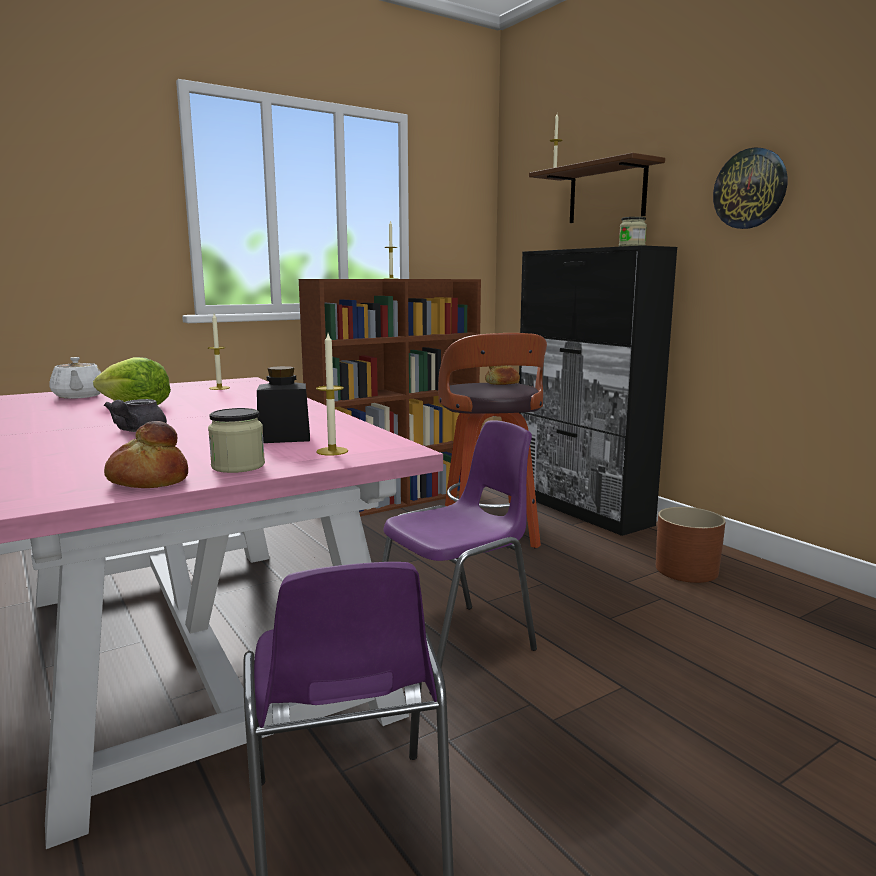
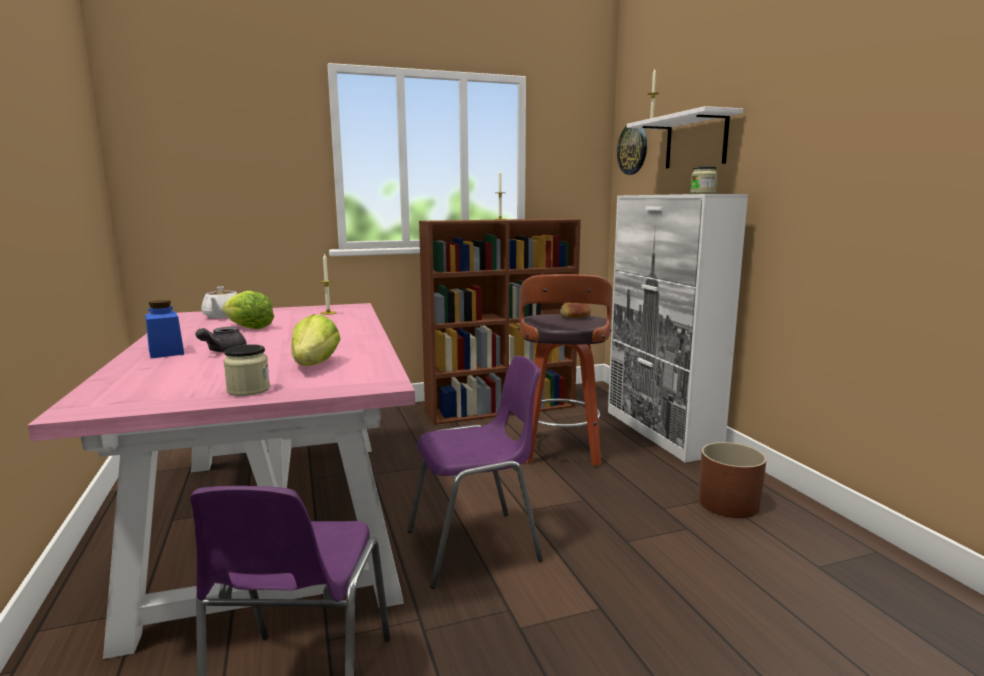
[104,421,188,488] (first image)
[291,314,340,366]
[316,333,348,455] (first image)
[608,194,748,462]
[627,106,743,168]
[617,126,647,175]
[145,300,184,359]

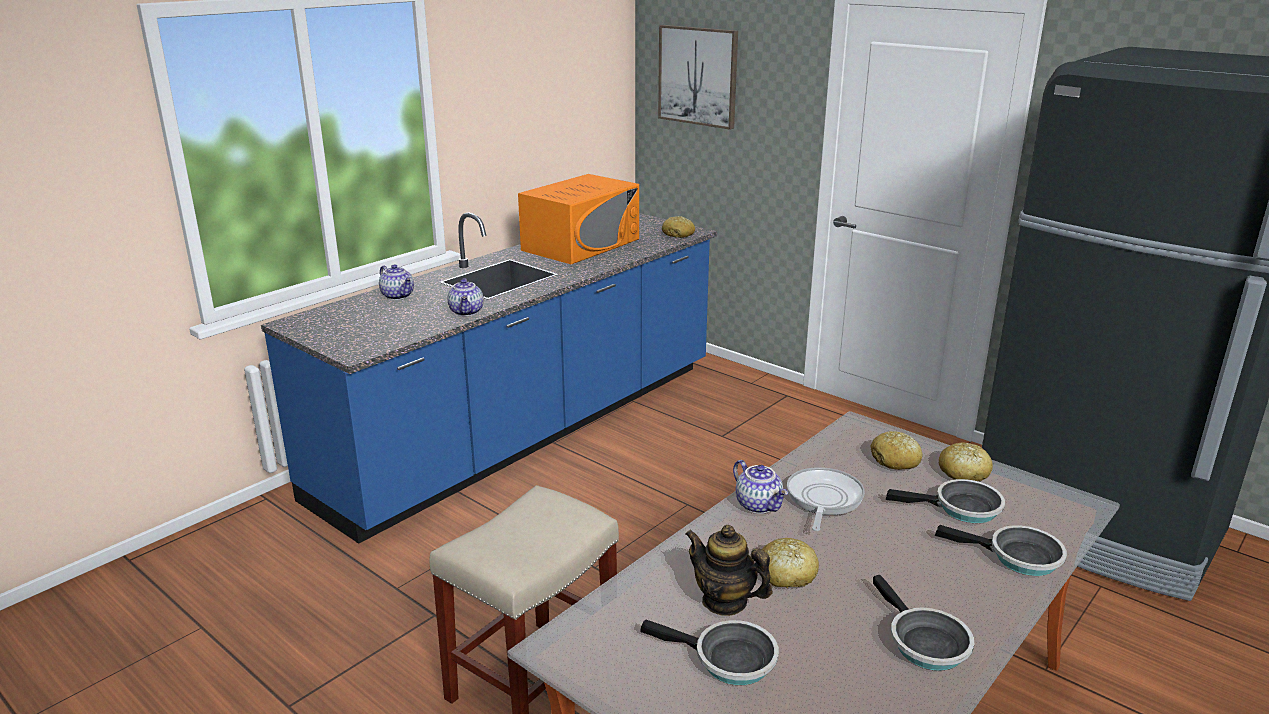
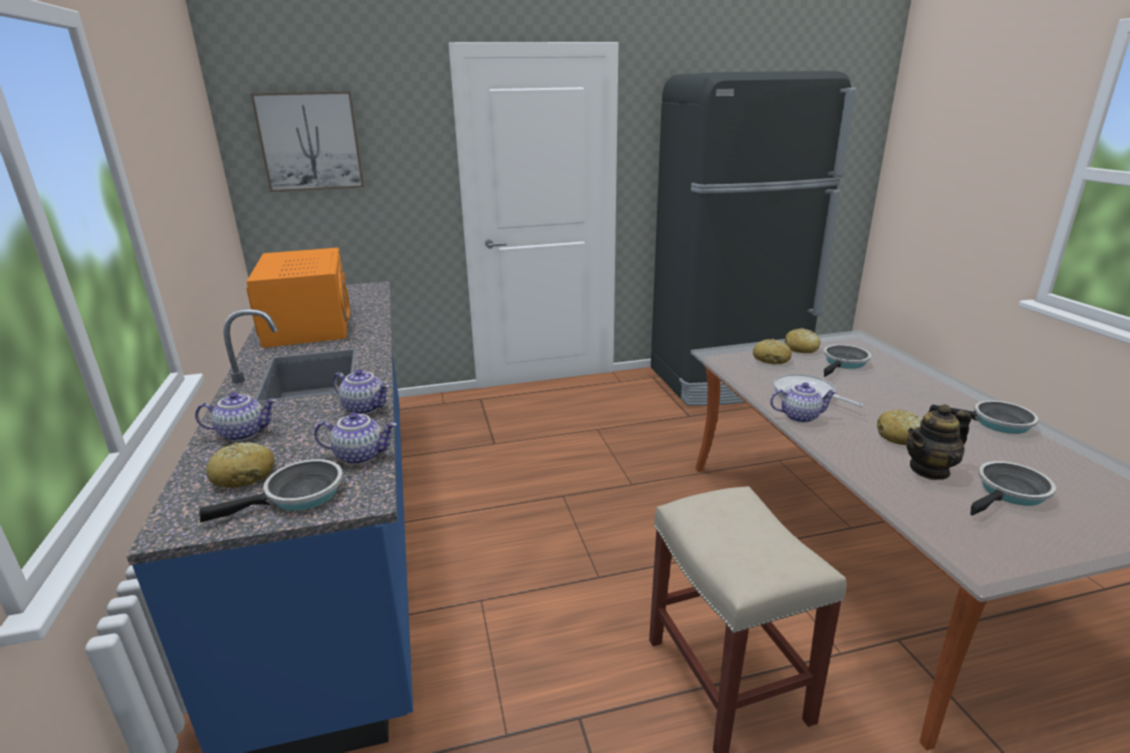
[206,442,274,488]
[199,459,343,523]
[314,412,397,465]

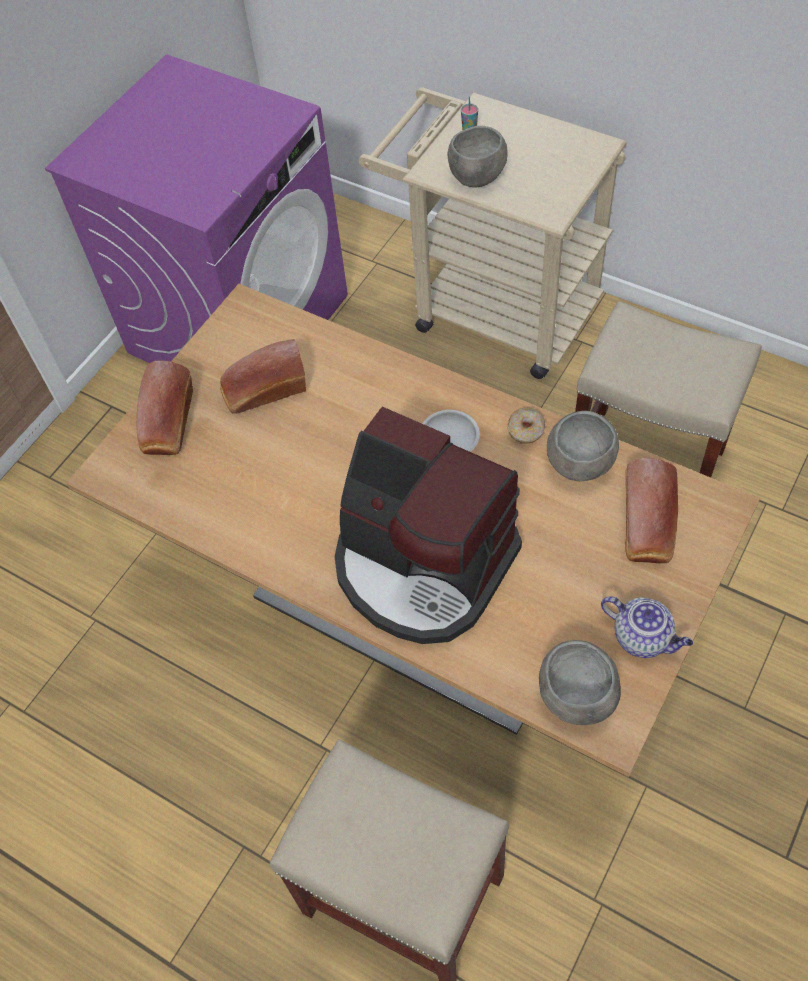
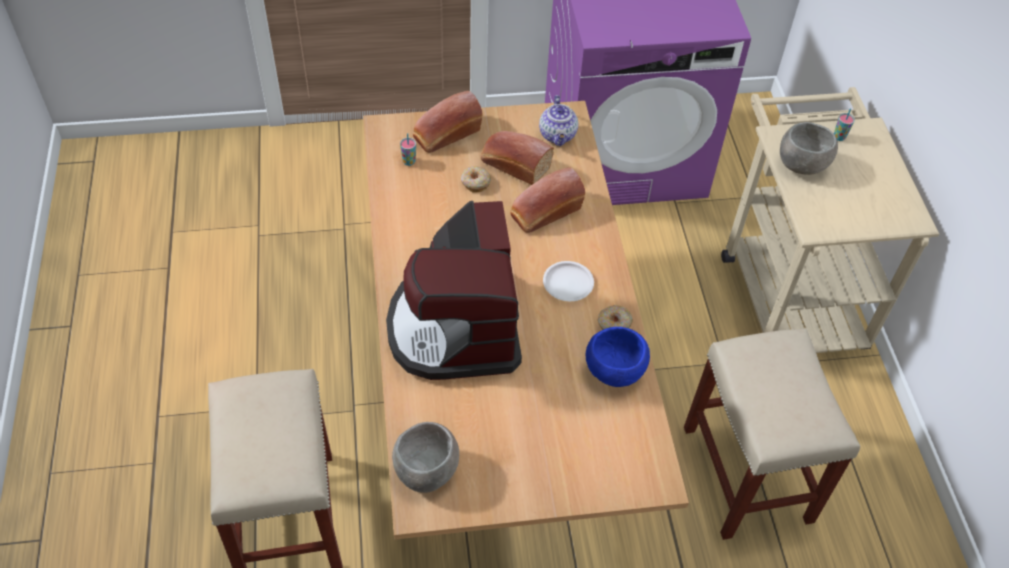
[586,327,650,387]
[539,95,578,146]
[510,167,585,233]
[400,133,416,166]
[461,166,491,192]

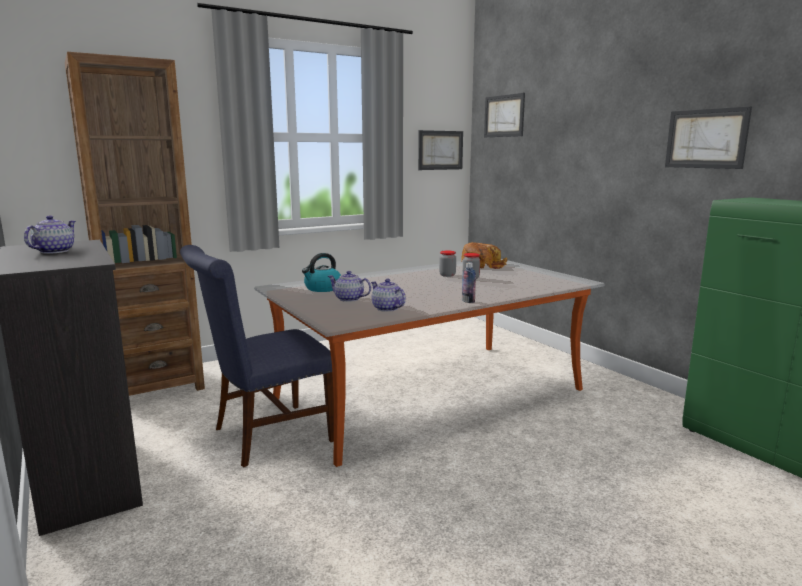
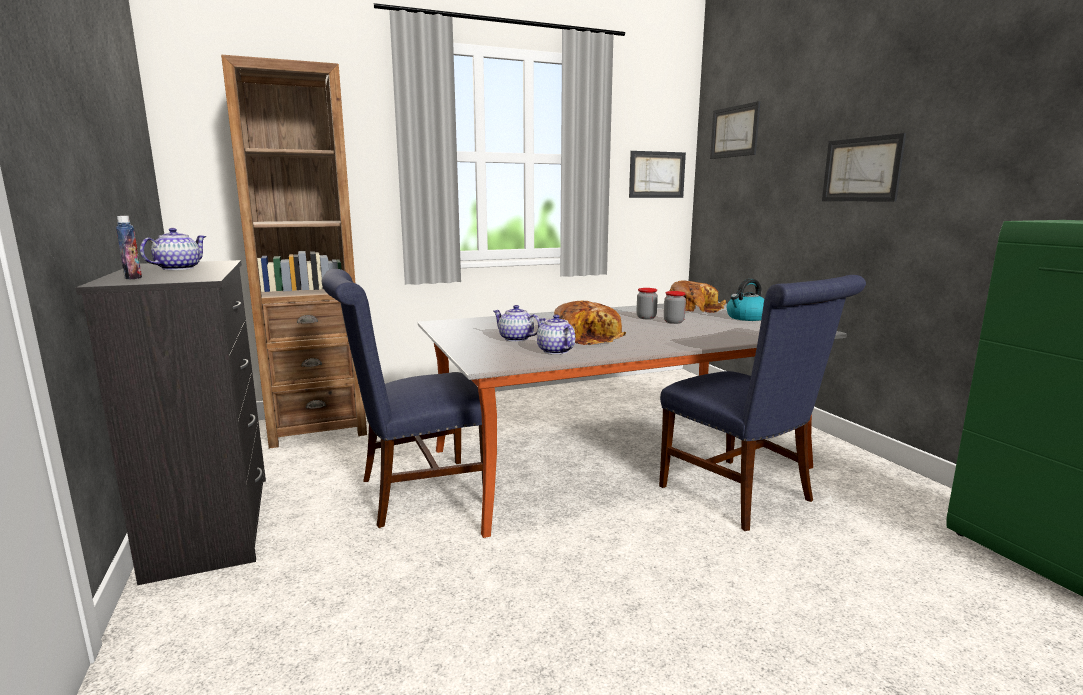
[727,279,764,321]
[116,216,142,279]
[822,133,906,202]
[554,301,626,345]
[659,275,866,531]

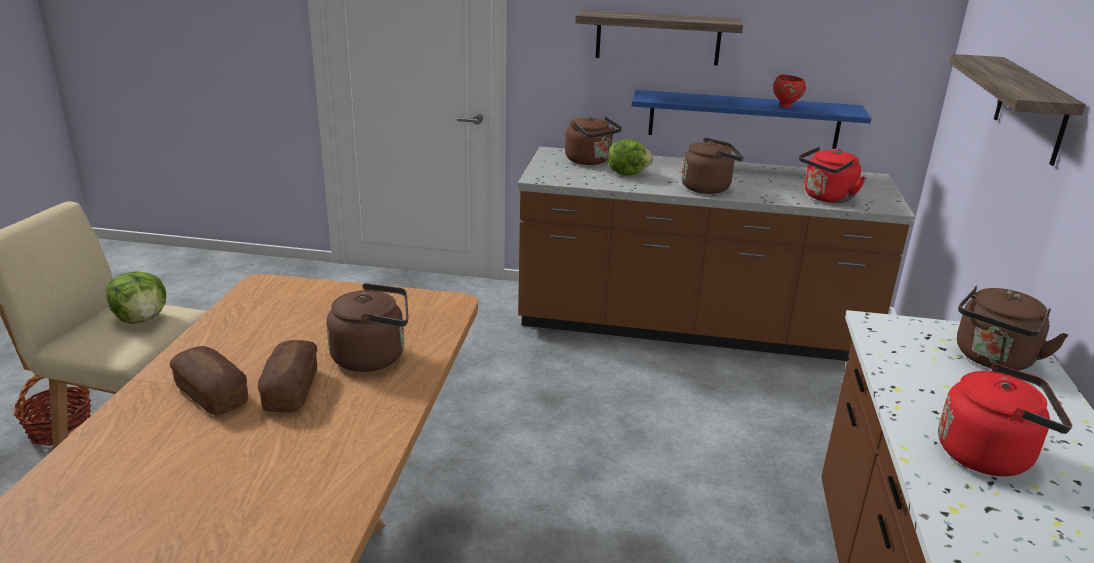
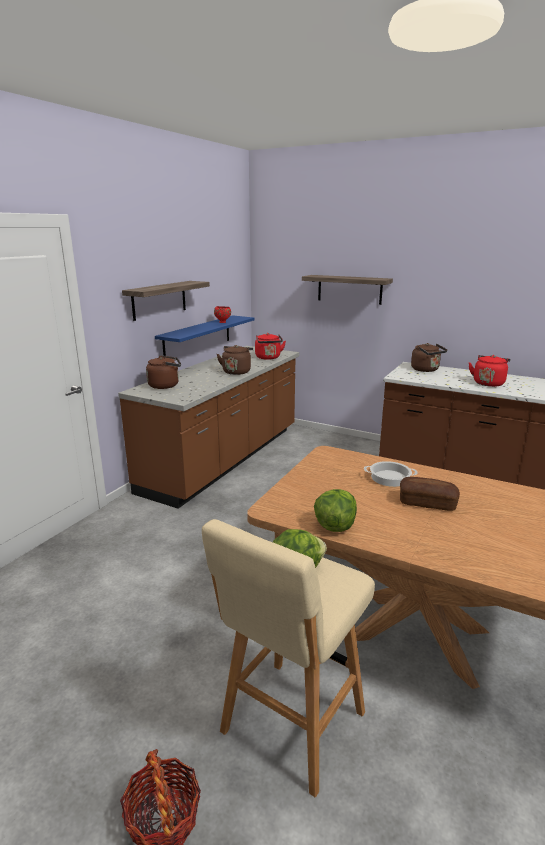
[170,346,248,416] (first image)
[364,461,418,487]
[314,489,357,532]

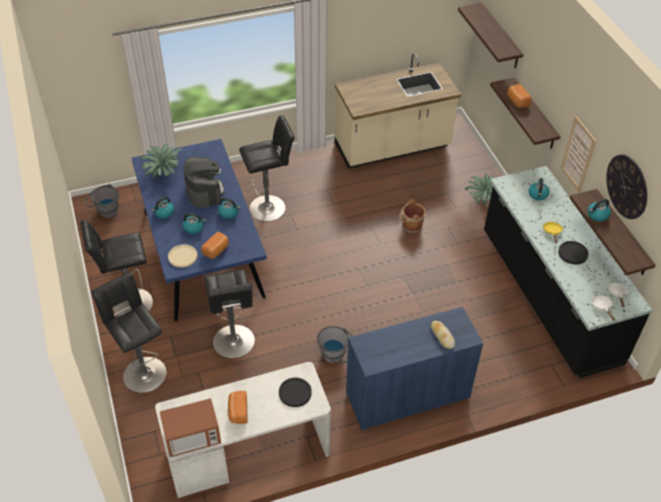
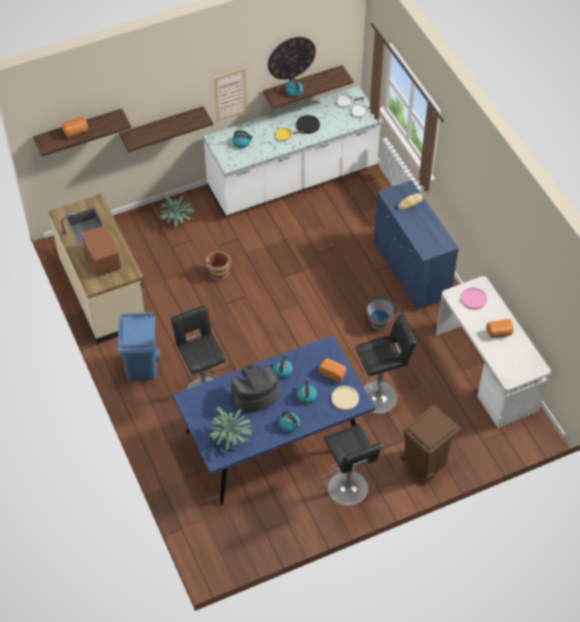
[85,184,119,218] (first image)
[400,405,461,483]
[82,225,121,277]
[461,287,487,310]
[203,86,383,216]
[62,116,88,137]
[118,312,160,381]

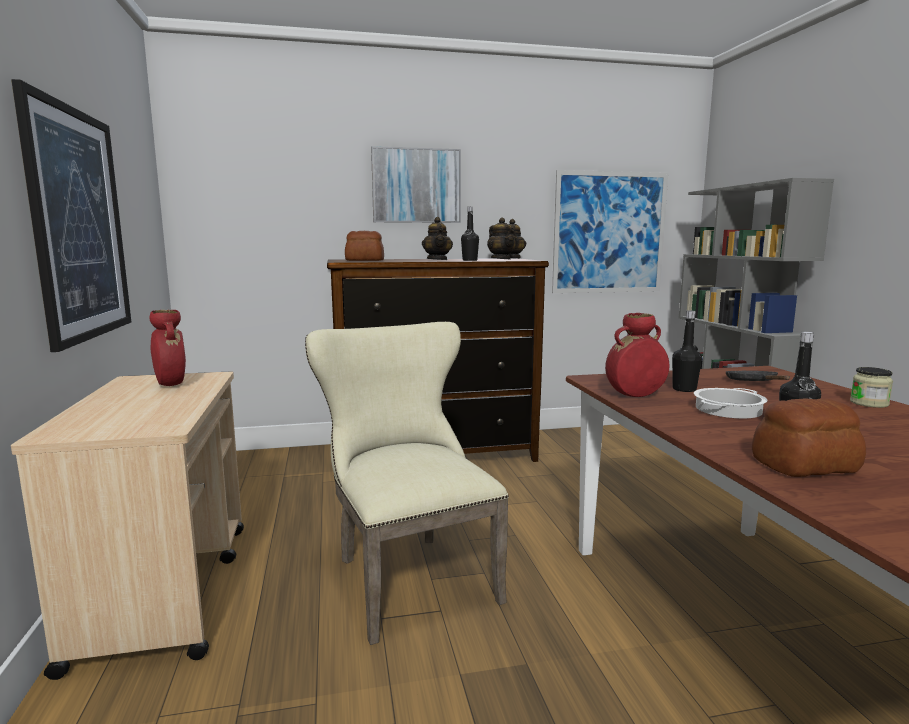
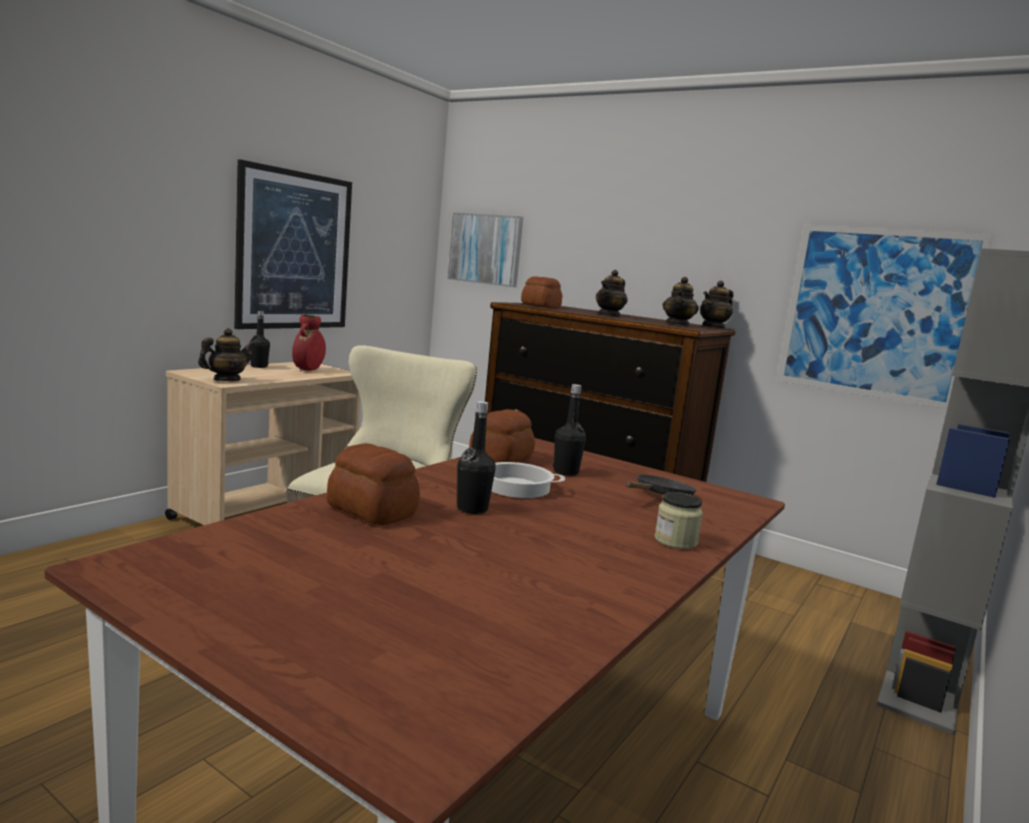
[448,213,523,287]
[250,311,270,368]
[469,409,535,463]
[198,328,255,381]

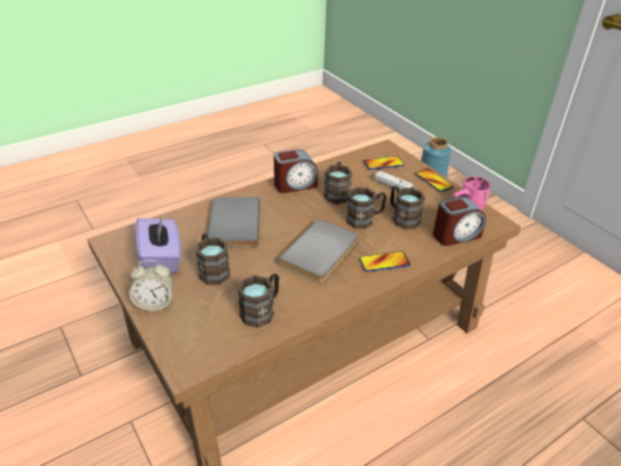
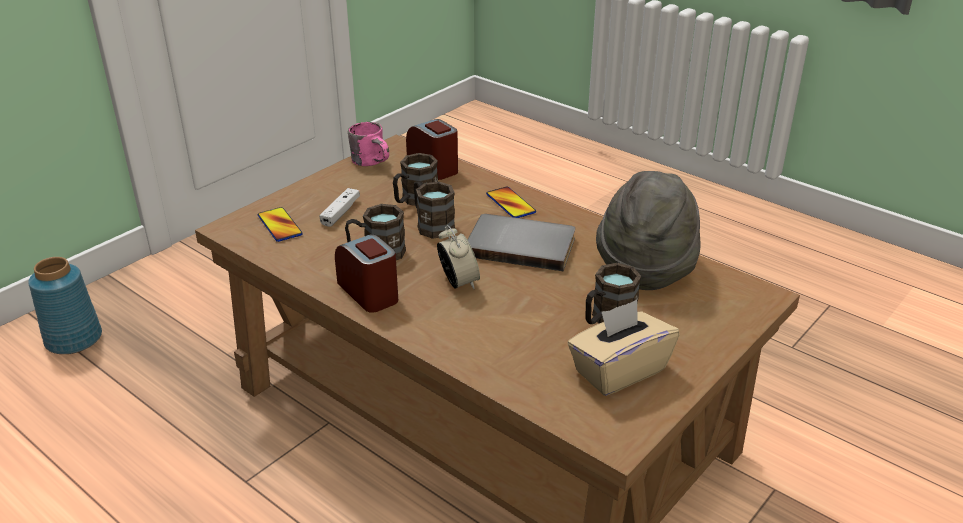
[437,225,480,289]
[567,300,679,396]
[208,197,260,248] (first image)
[596,171,701,290]
[415,168,454,192] (first image)

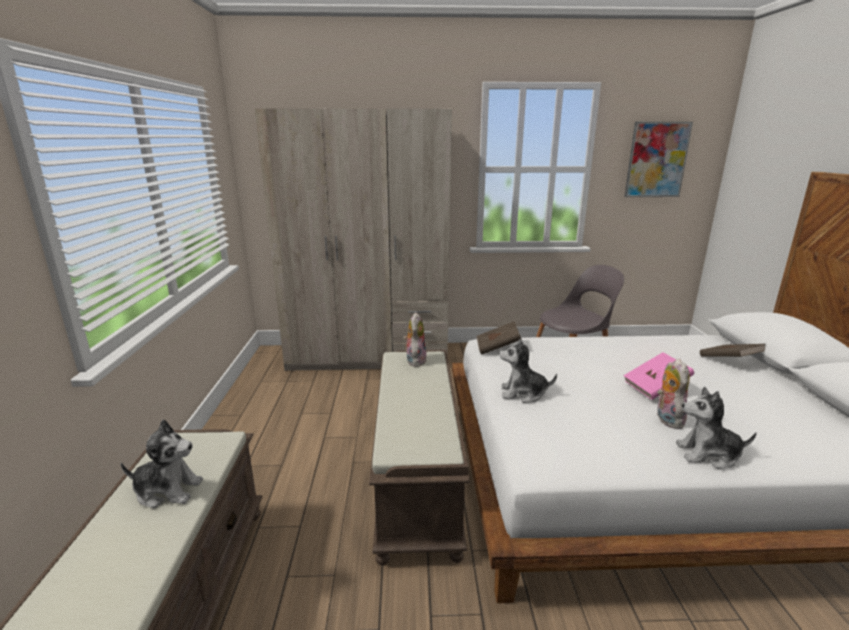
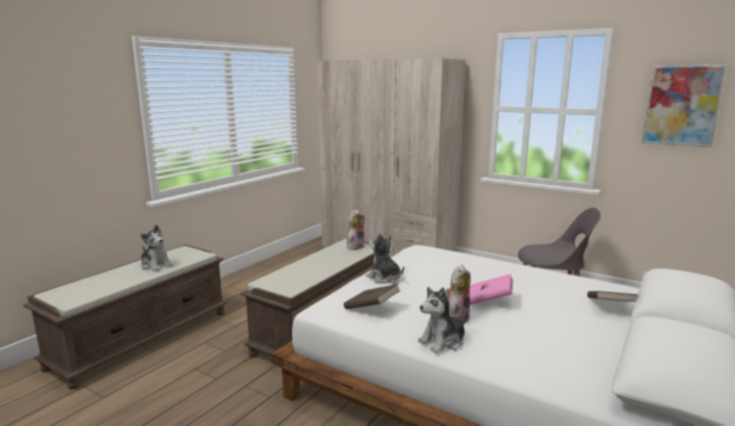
[344,284,401,310]
[418,287,468,353]

